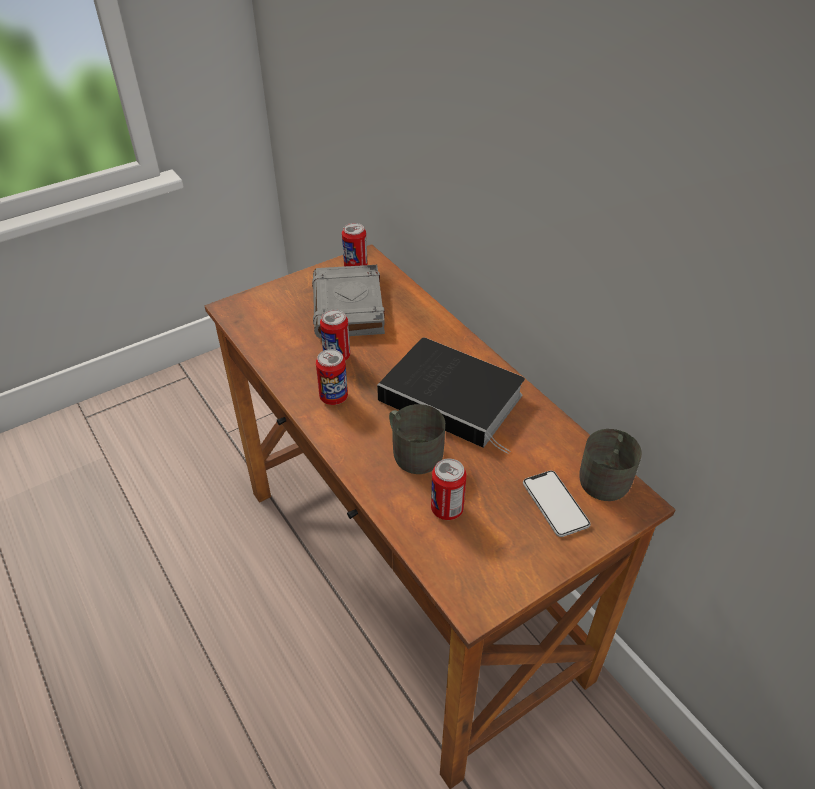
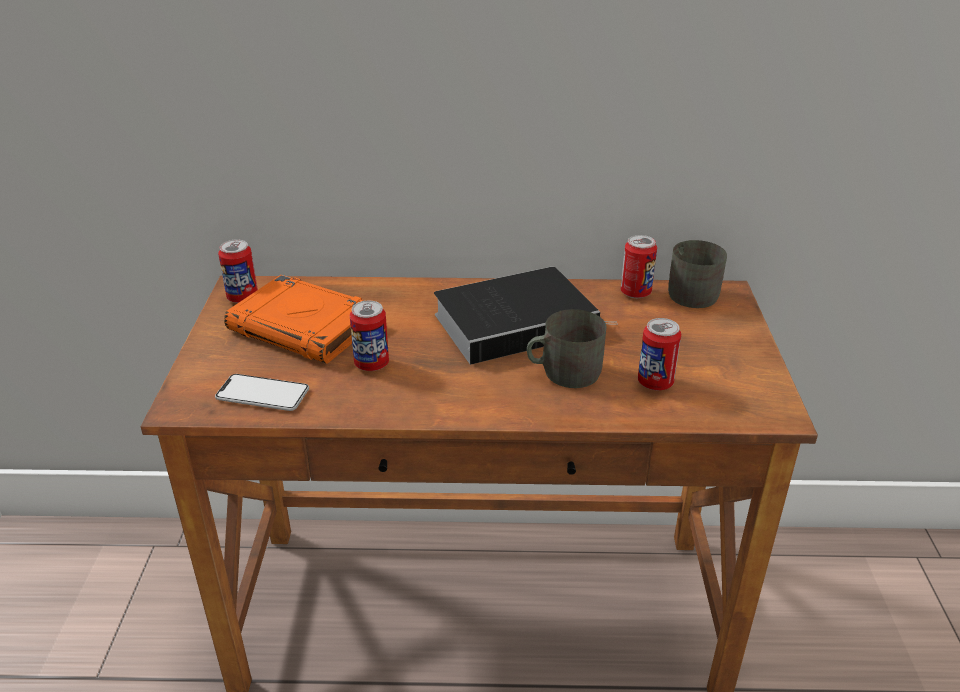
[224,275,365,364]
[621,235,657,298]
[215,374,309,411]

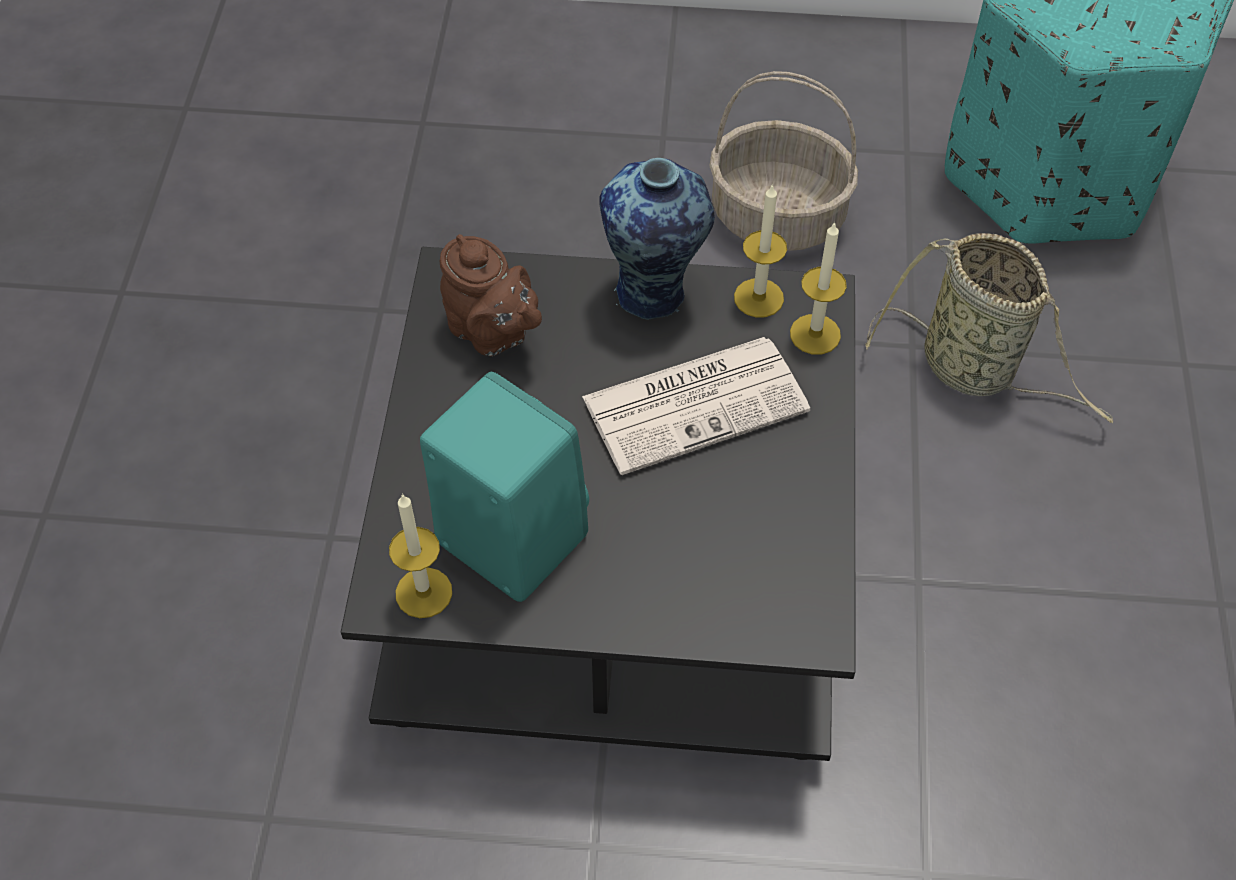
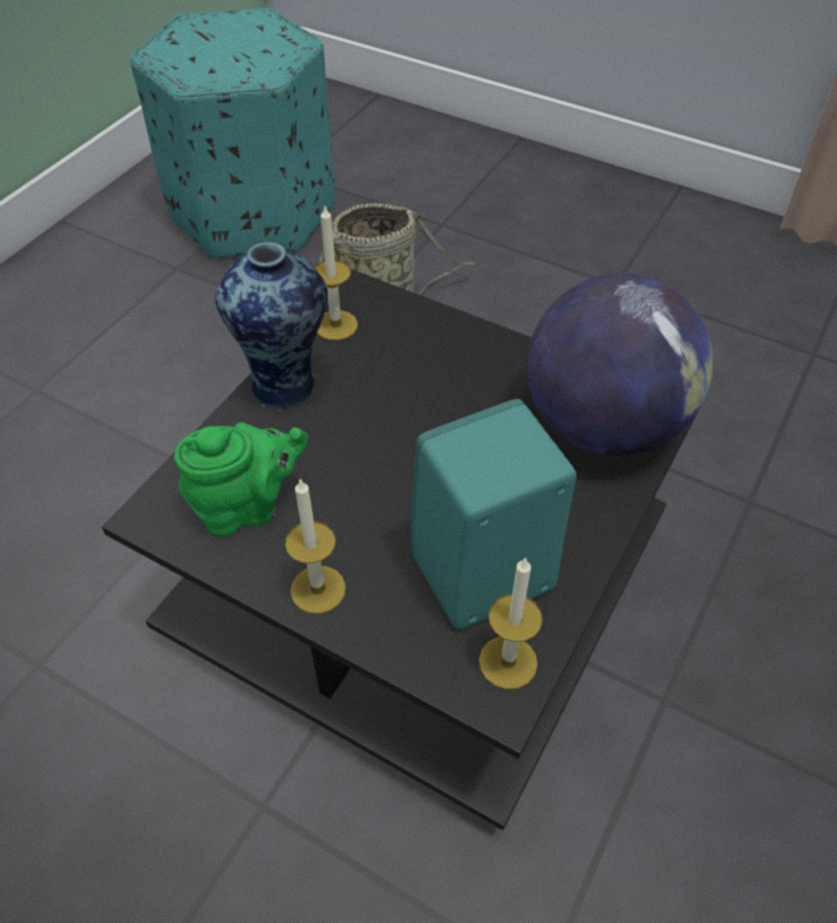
[174,422,308,537]
[582,337,810,475] (first image)
[710,71,858,251] (first image)
[285,479,346,614]
[527,273,713,456]

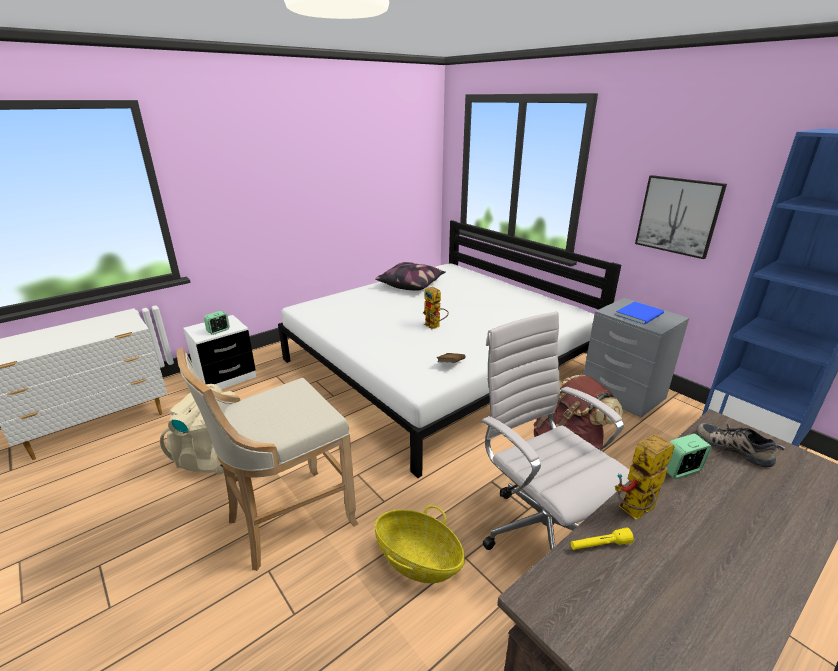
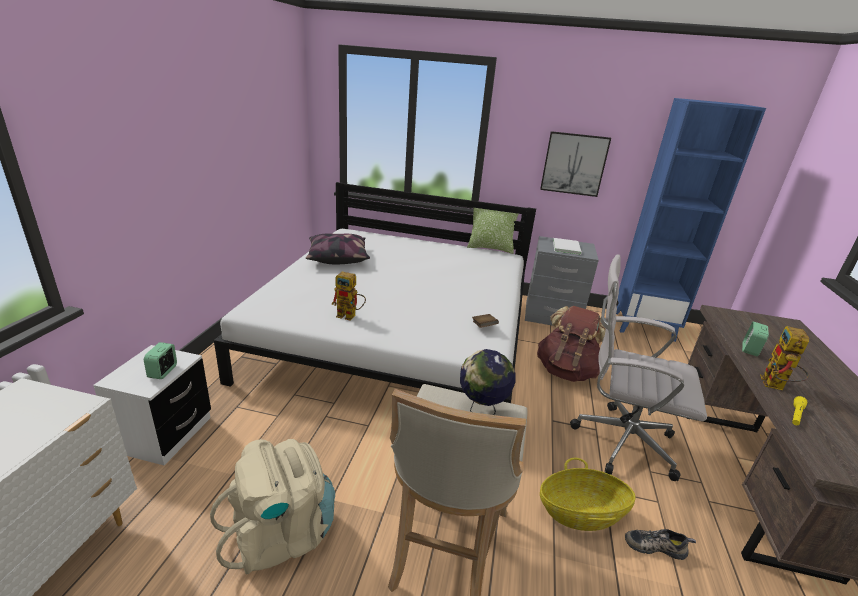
[331,272,366,321]
[553,238,582,255]
[625,529,696,560]
[460,349,516,415]
[467,208,518,254]

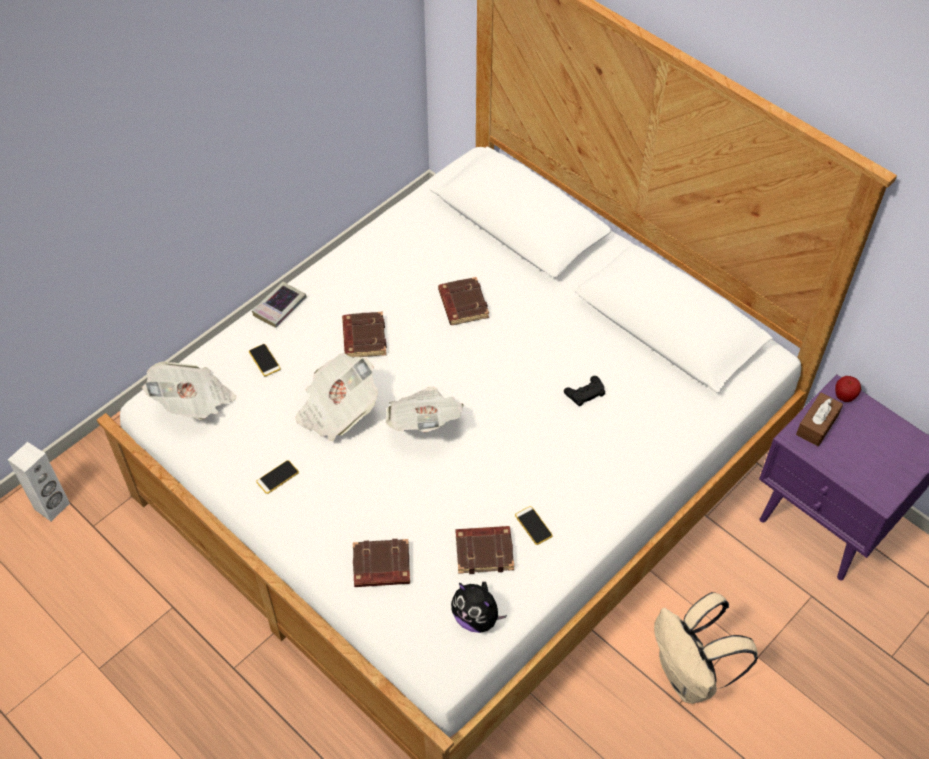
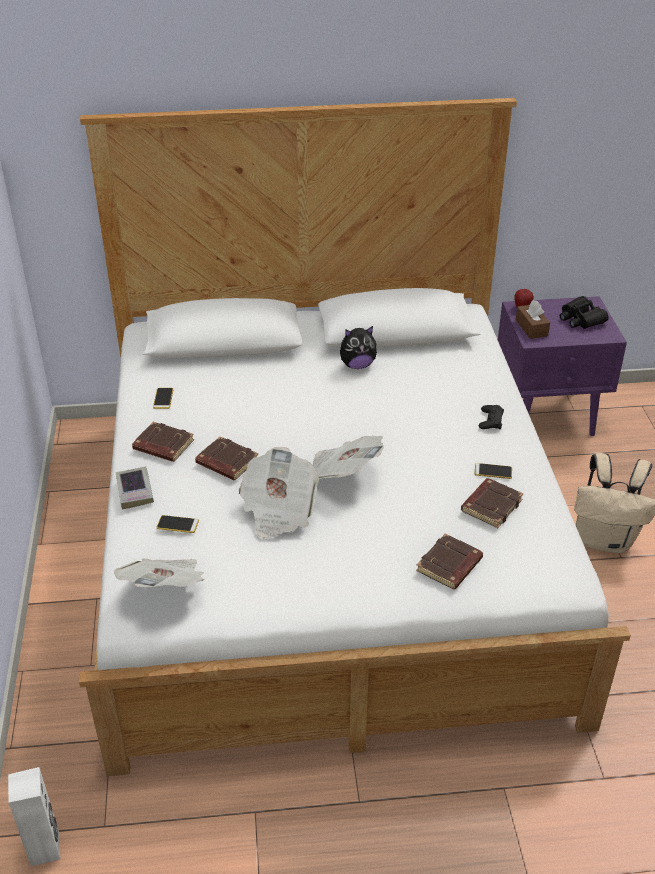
[153,388,174,409]
[132,422,194,462]
[340,326,377,369]
[478,405,504,429]
[560,296,608,329]

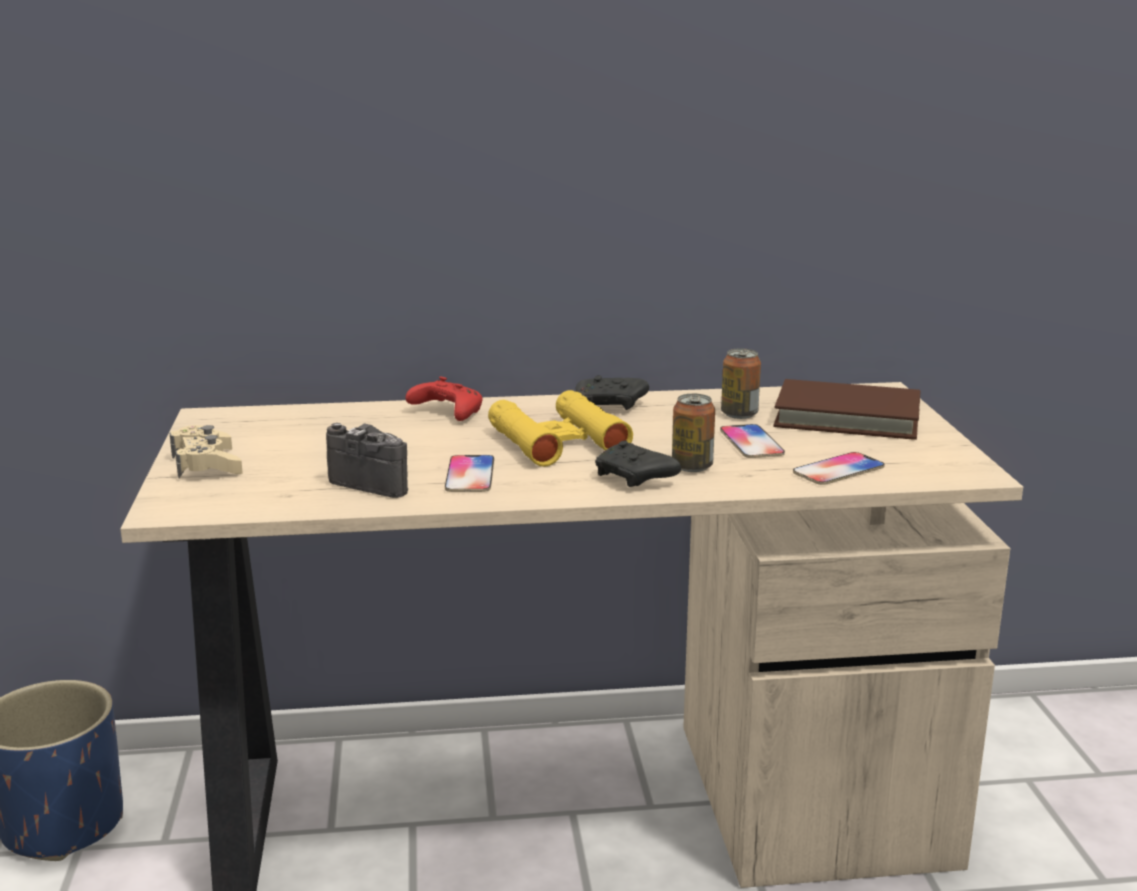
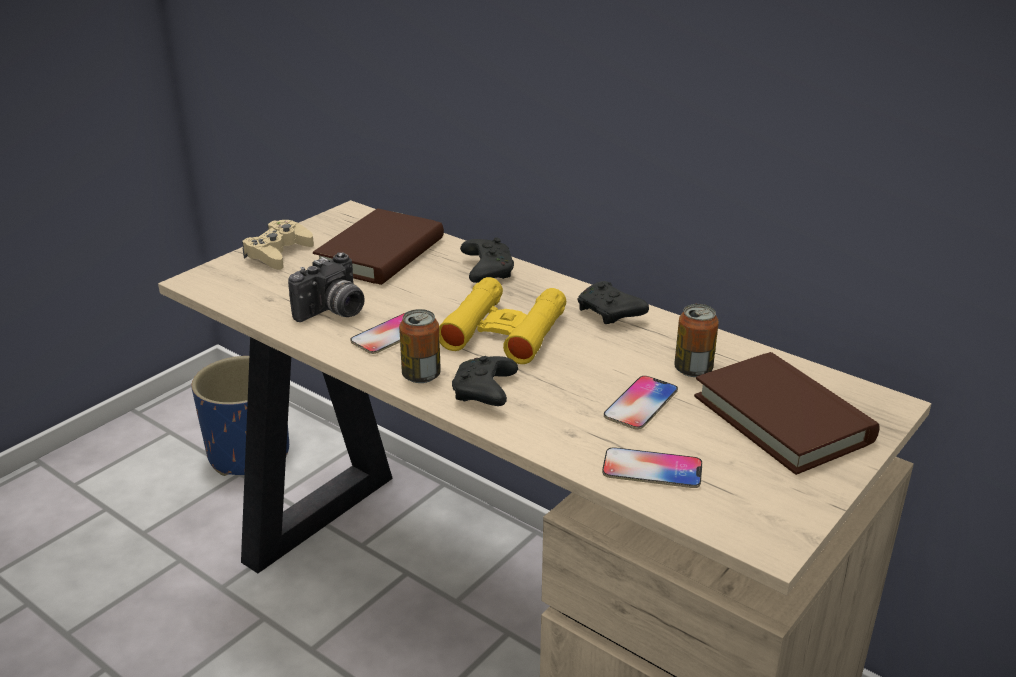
[288,252,365,322]
[460,237,514,283]
[399,309,441,383]
[313,209,444,285]

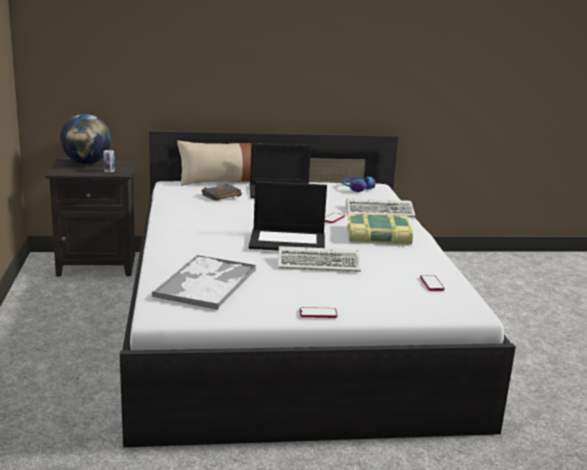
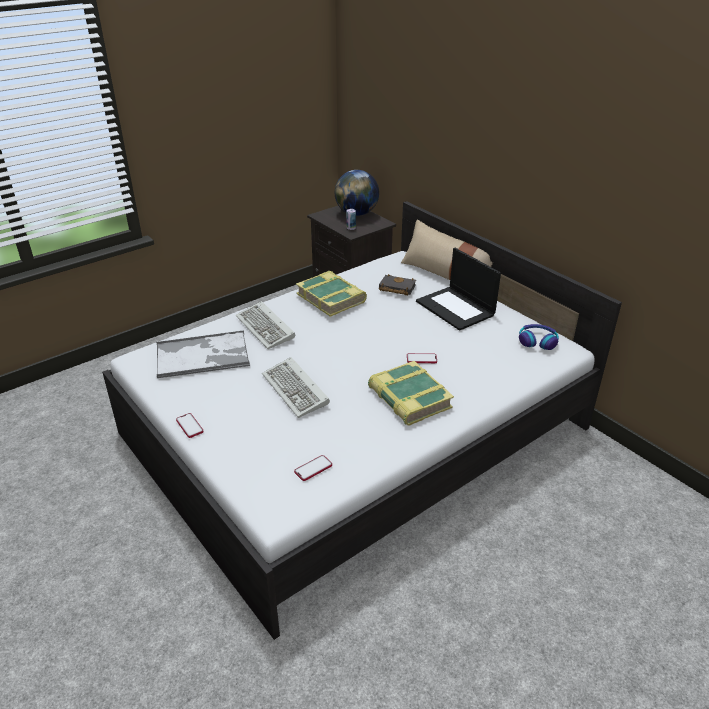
[249,181,327,251] (first image)
[236,301,295,349]
[296,271,367,317]

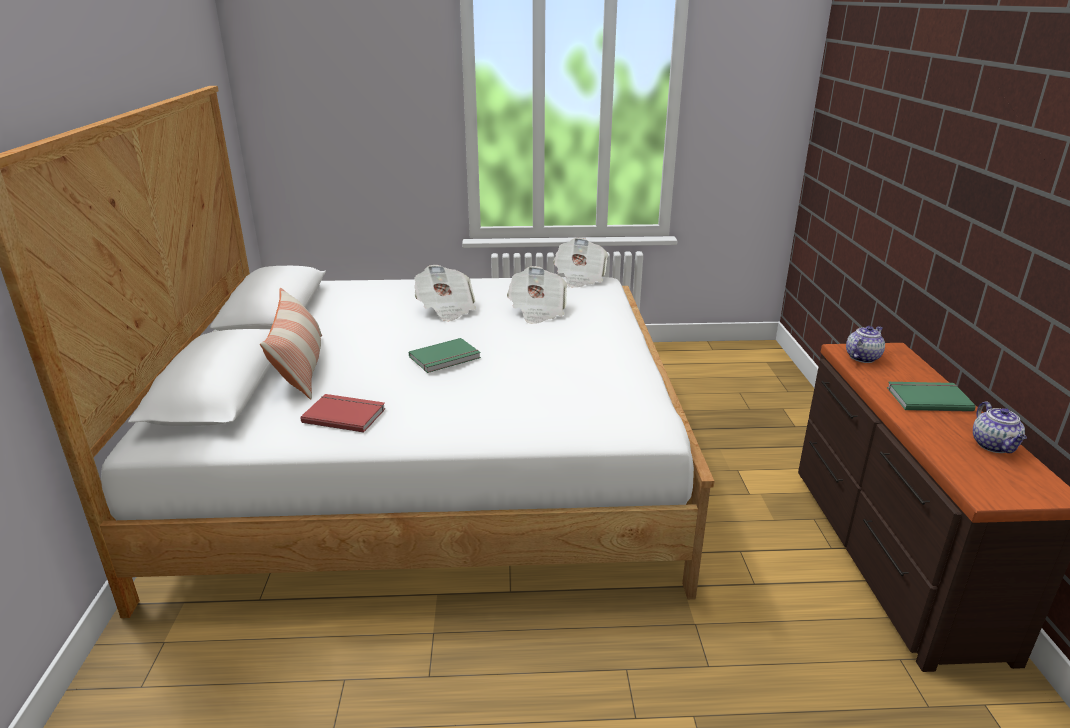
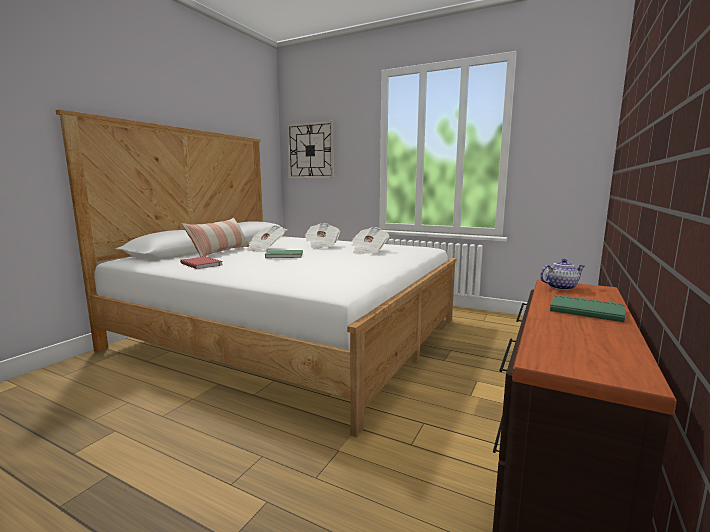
[246,225,285,251]
[973,402,1027,453] (first image)
[287,121,334,178]

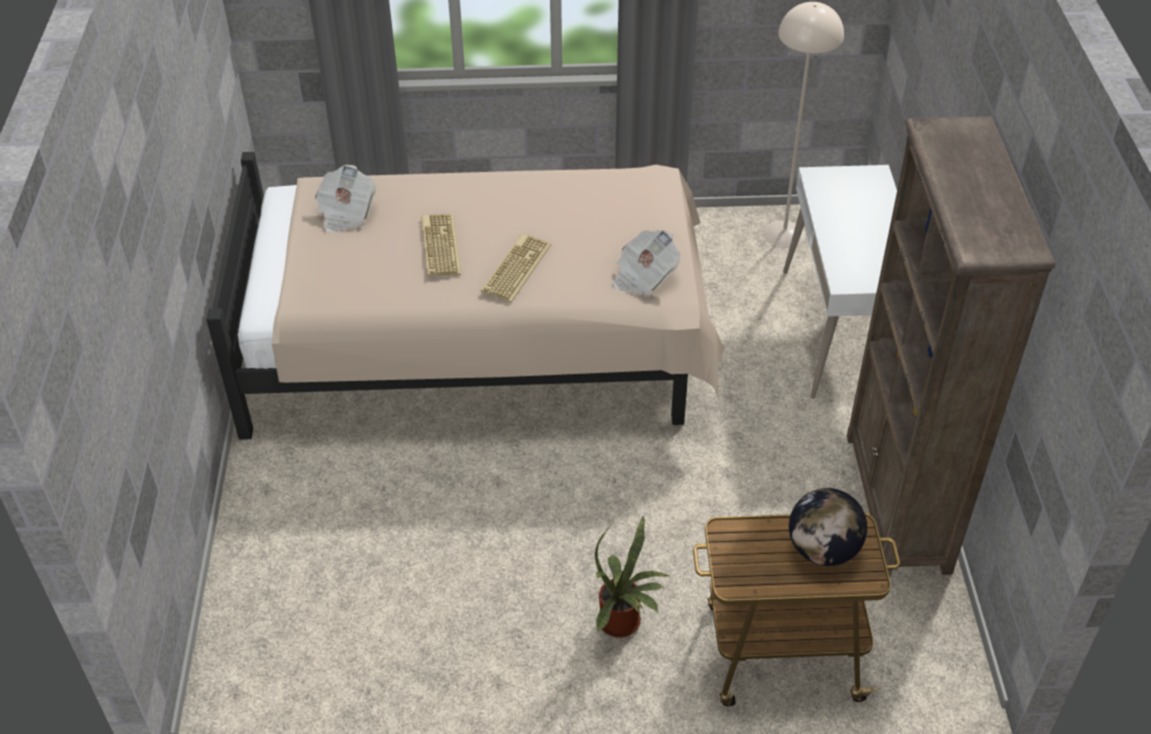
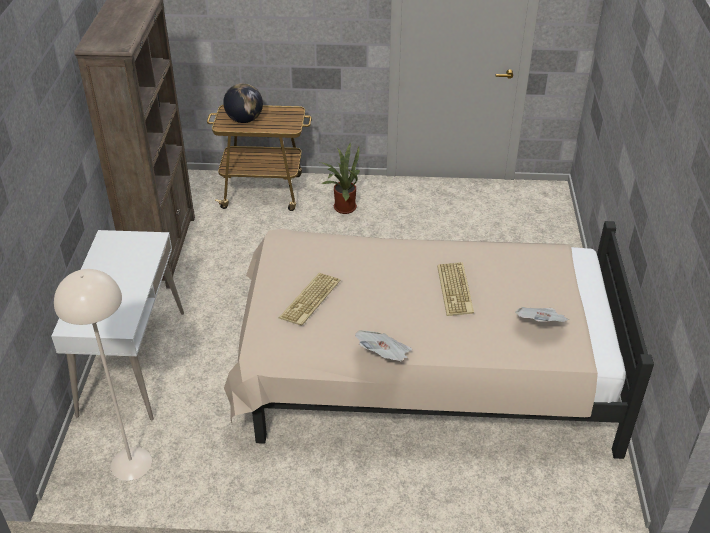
[279,273,341,326]
[355,330,412,361]

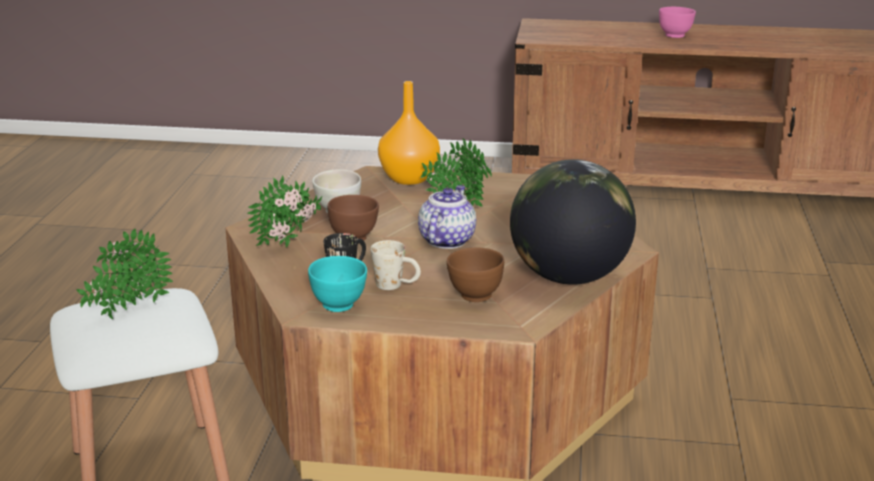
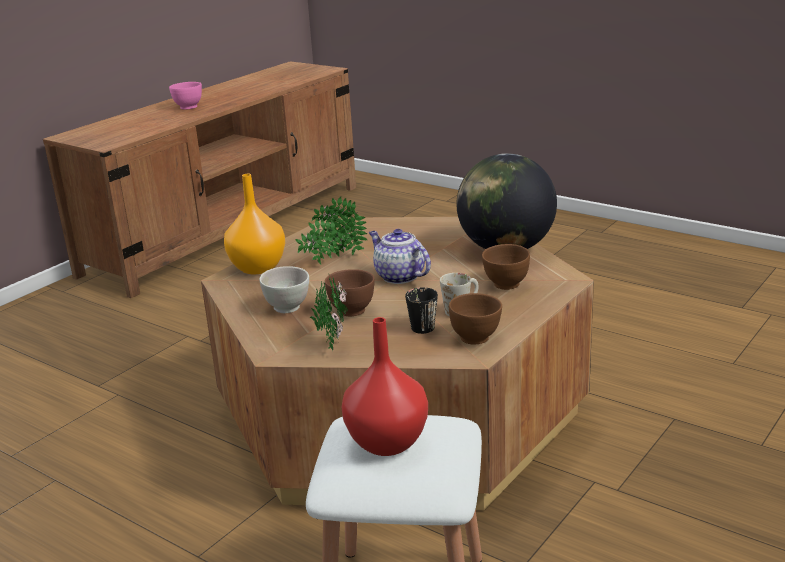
[341,317,428,456]
[449,293,502,344]

